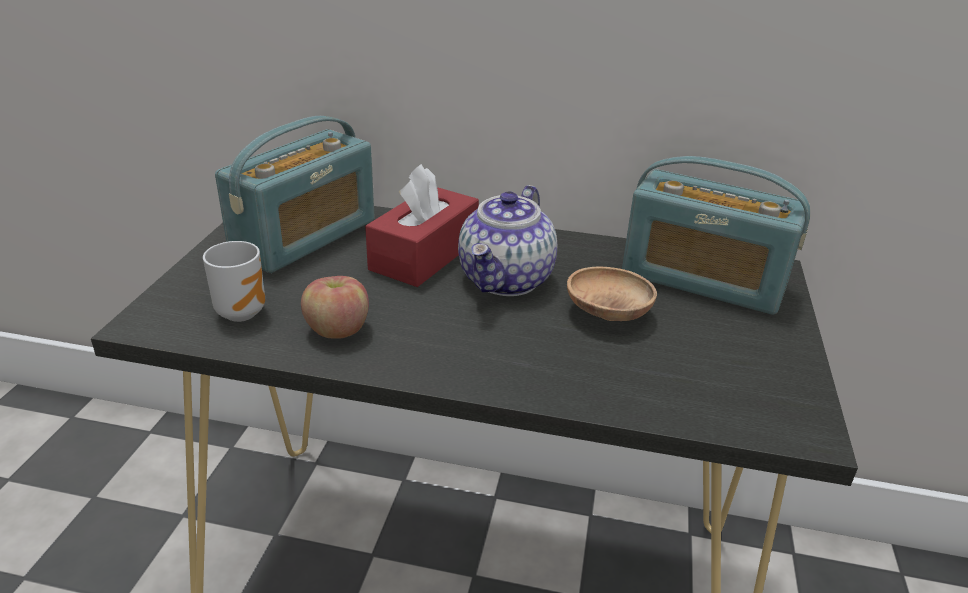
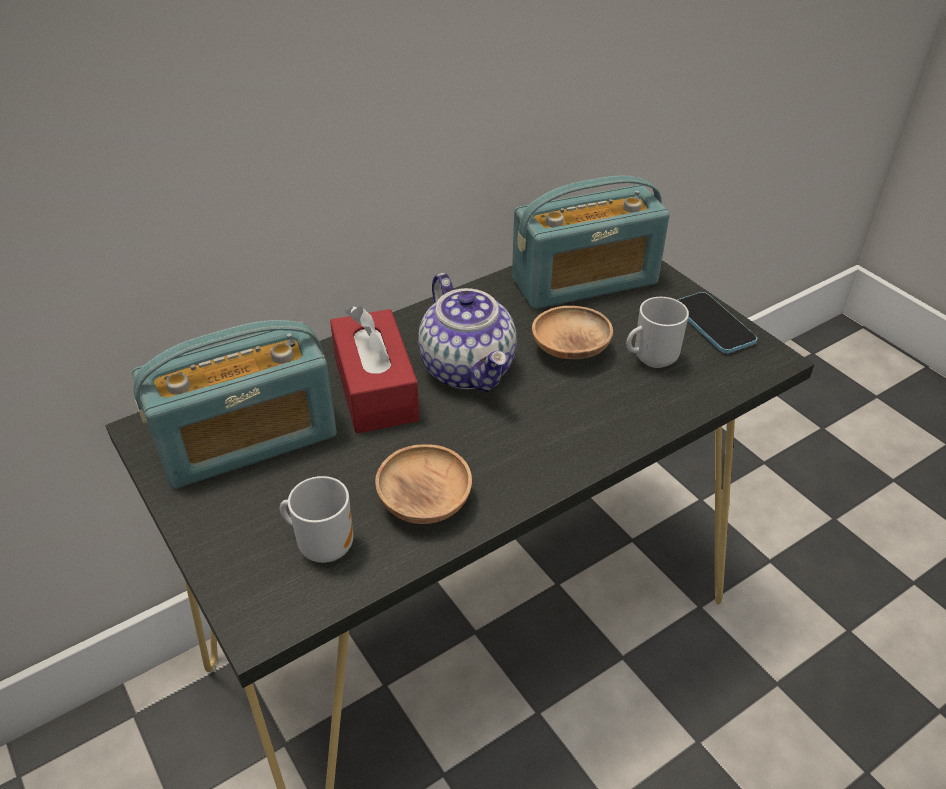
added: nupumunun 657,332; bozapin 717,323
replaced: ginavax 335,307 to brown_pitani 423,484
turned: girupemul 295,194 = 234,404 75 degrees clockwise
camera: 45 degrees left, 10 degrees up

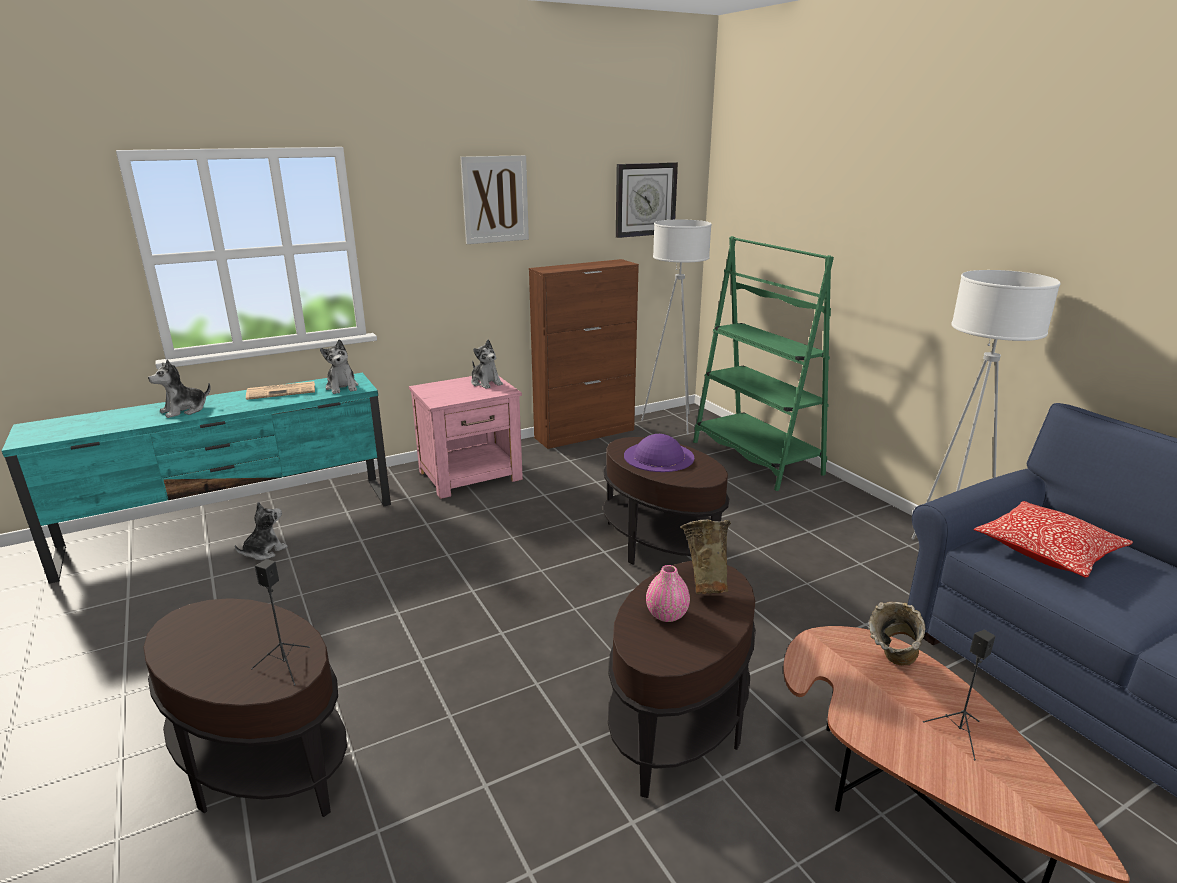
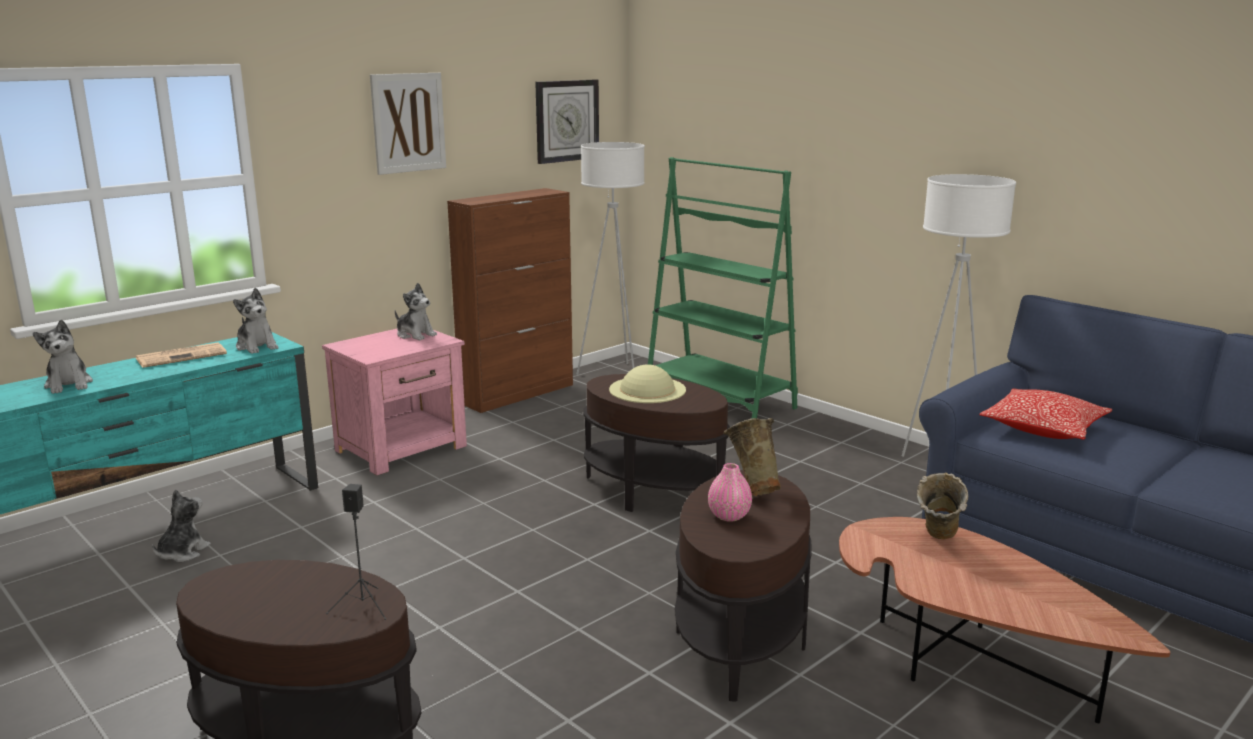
removed: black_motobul 959,695
recoloured: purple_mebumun 659,453 to beige_mebumun 647,384
turned: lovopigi 179,389 = 63,357 60 degrees counterclockwise
camera: 15 degrees left, 5 degrees down

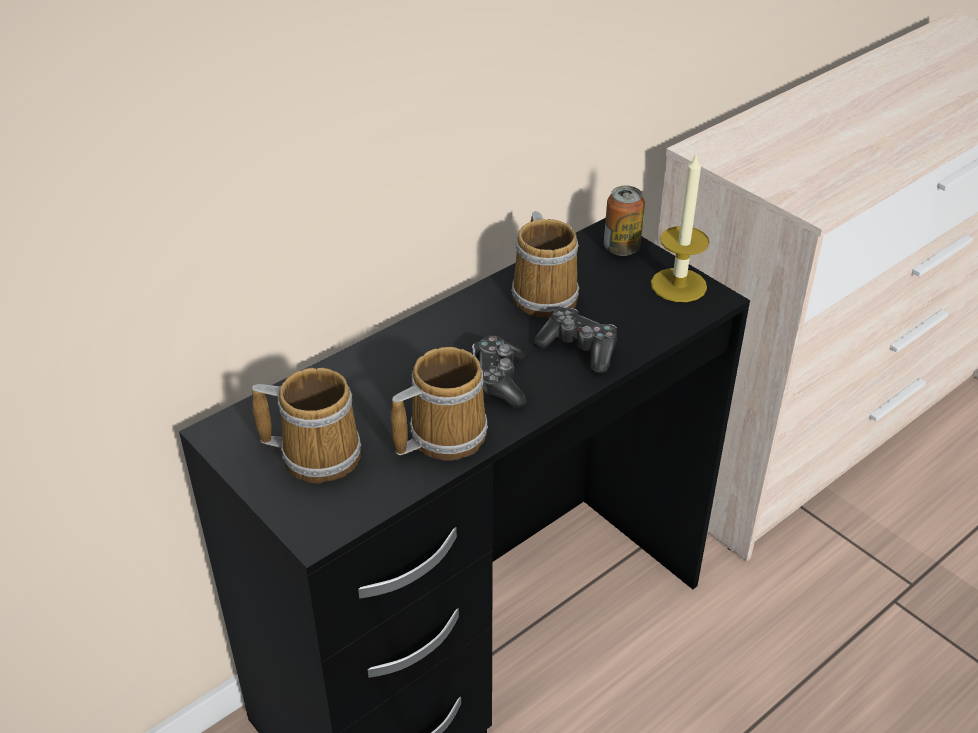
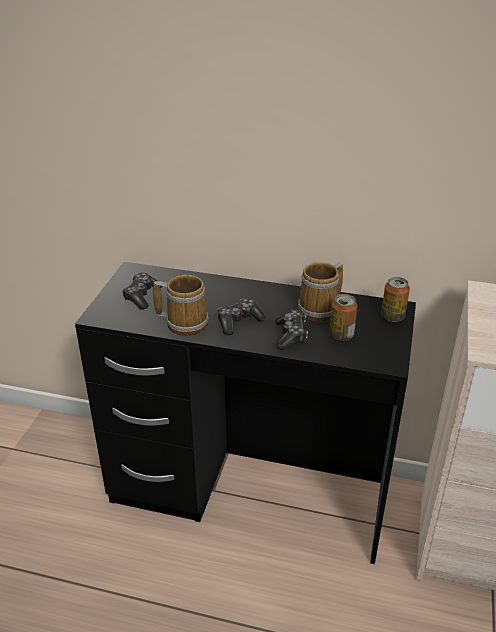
removed: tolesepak 680,227
added: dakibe 343,317
replaced: nupumunun 306,425 to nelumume 142,291
camera: 55 degrees right, 5 degrees down

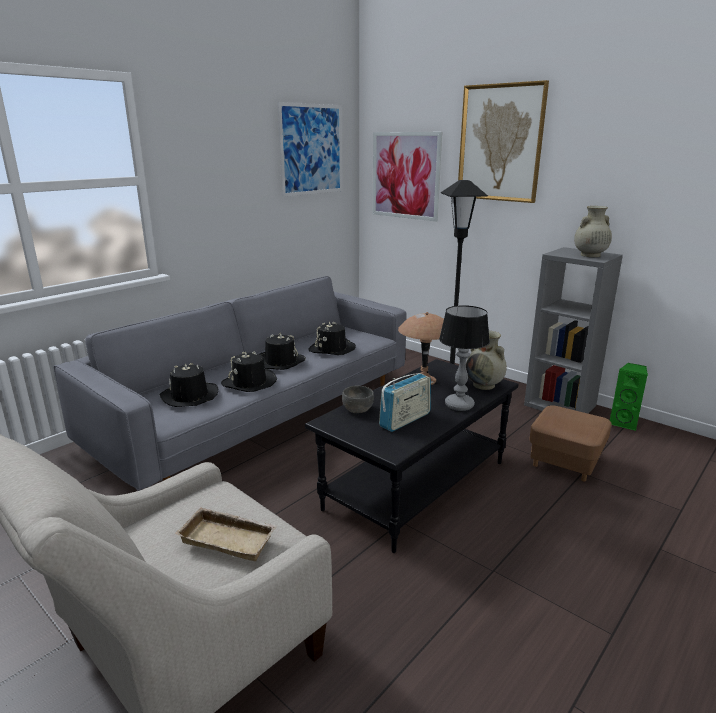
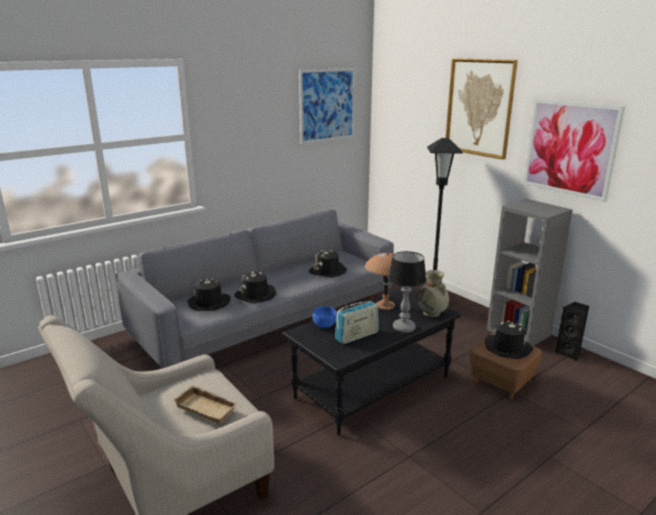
removed: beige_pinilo 593,231
moved: black_mebumun 283,351 to 509,339; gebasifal 407,176 to 574,150
recoloured: grey_pitani 358,399 to blue_pitani 325,317; green_motobul 629,397 to black_motobul 572,331
camera: 10 degrees right, 0 degrees up

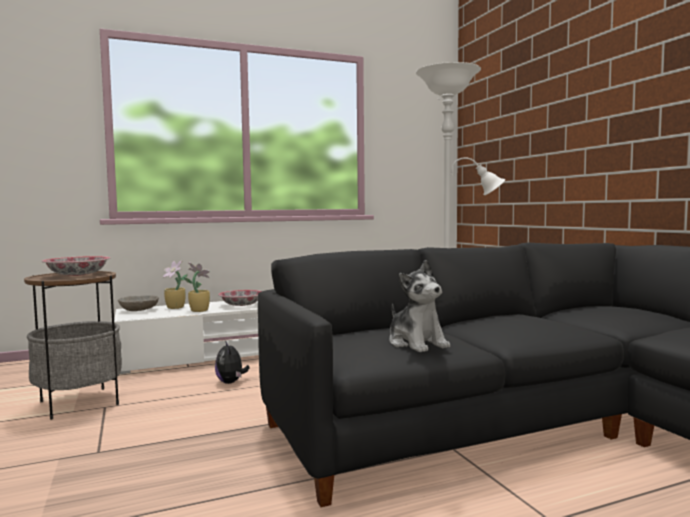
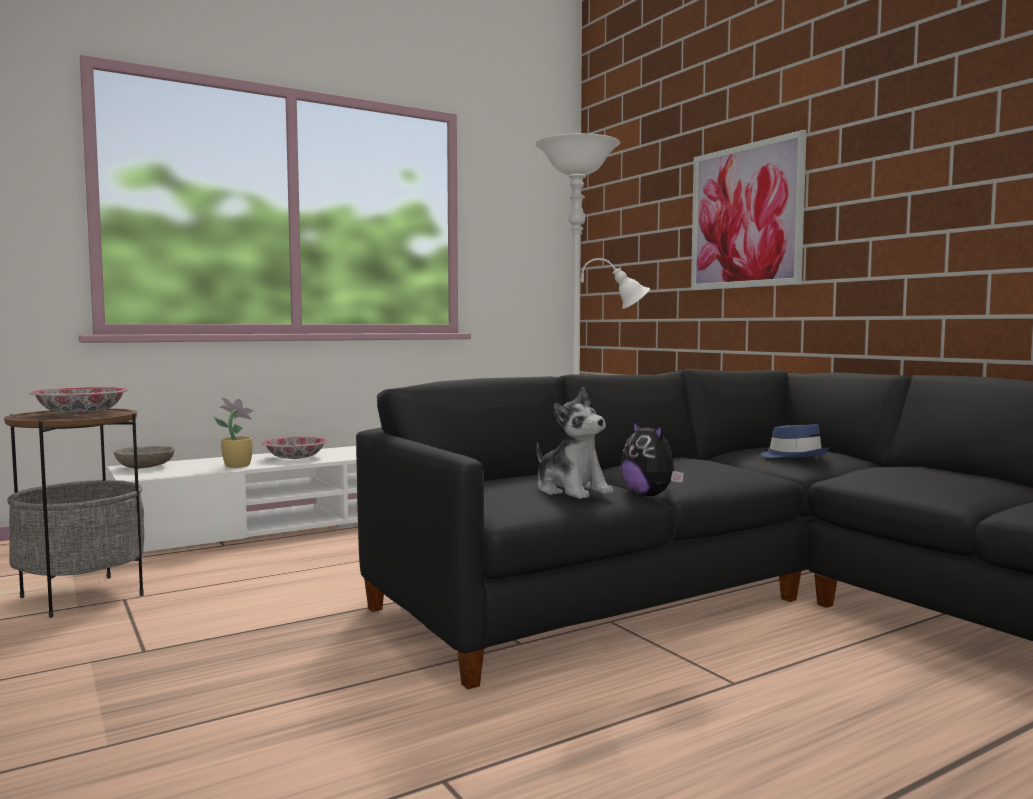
removed: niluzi 175,285
added: gebasifal 749,210; blue_mebumun 795,441
moved: lovopigi 232,362 to 652,458
camera: 10 degrees left, 0 degrees up

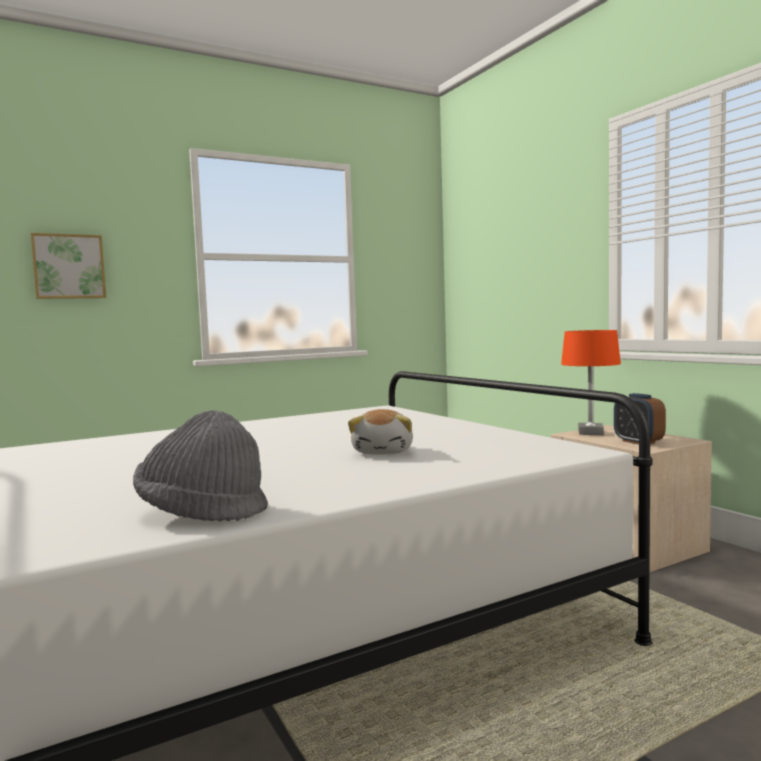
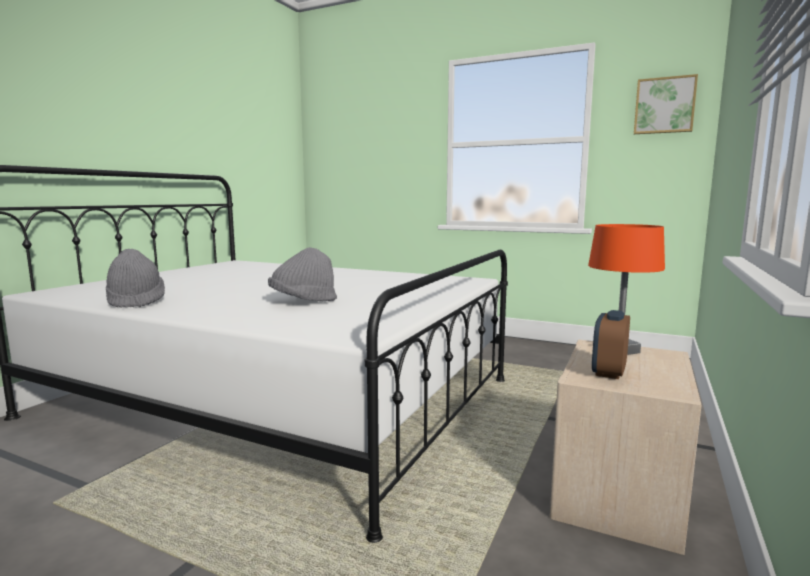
moved: gebasifal 68,266 to 666,104
replaced: lovopigi 380,432 to grey_mebumun 302,274
camera: 55 degrees right, 5 degrees up

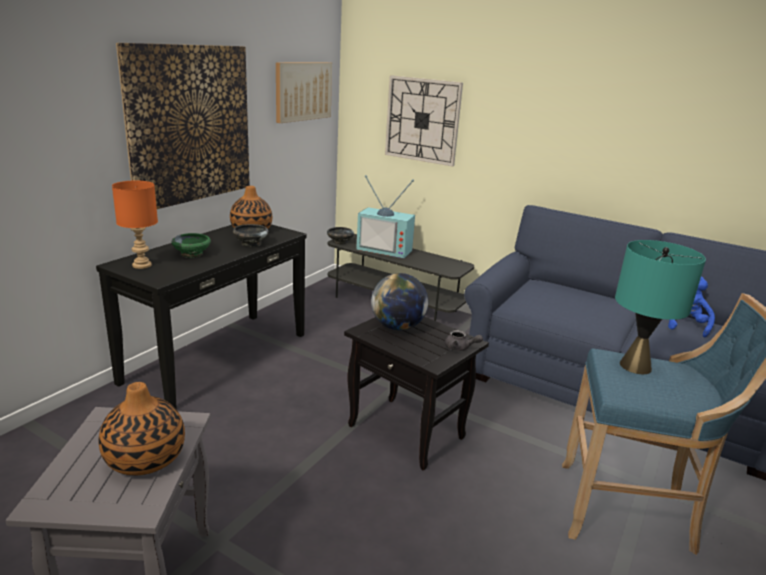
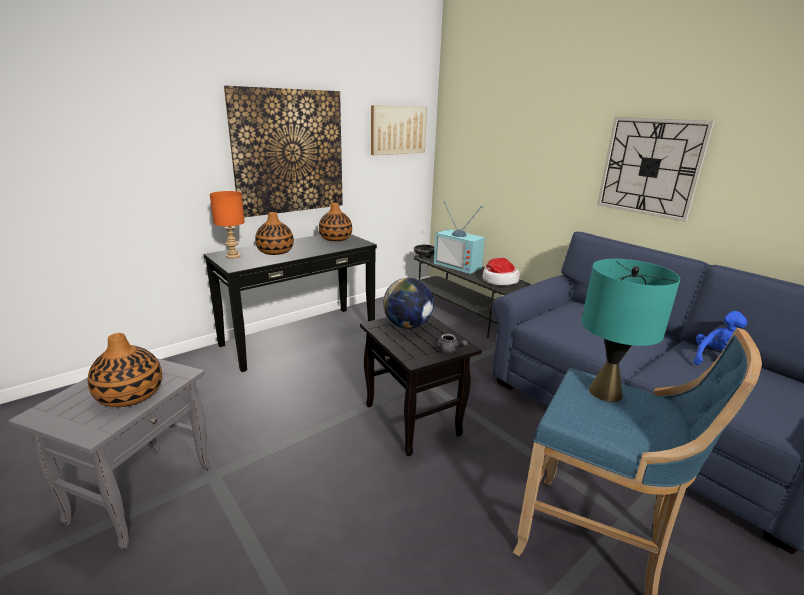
removed: black_pitani 251,235
added: mebumun 501,271
moved: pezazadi 424,121 to 656,169
replaced: green_pitani 191,245 to pinilo 274,233
camera: 20 degrees right, 0 degrees up

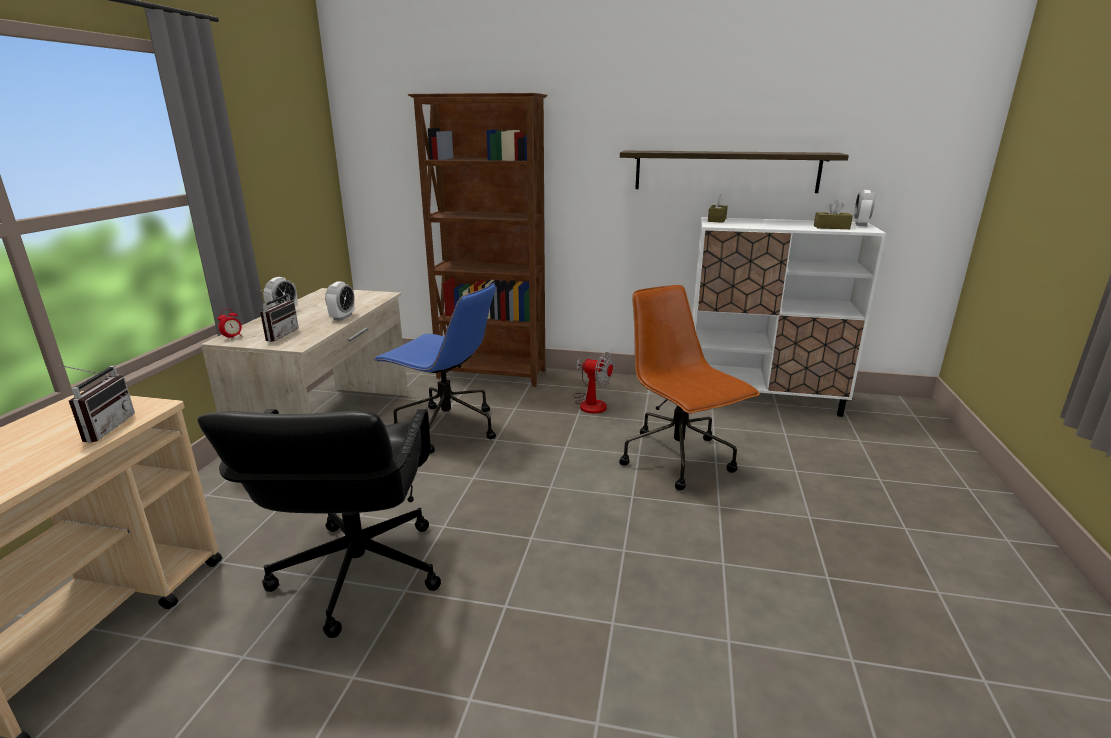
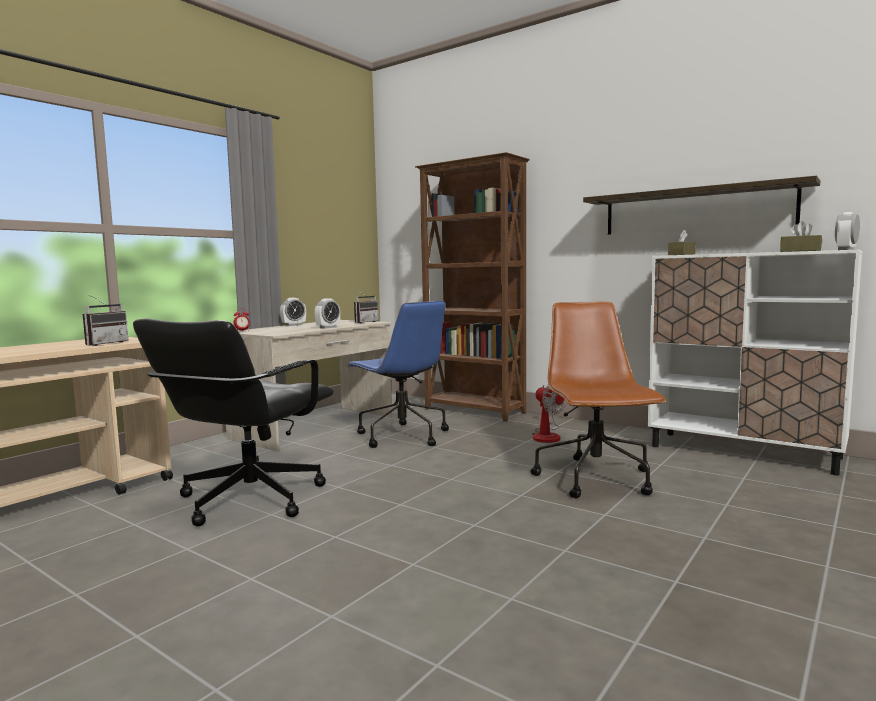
moved: girupemul 278,315 to 366,306
camera: 25 degrees right, 15 degrees down

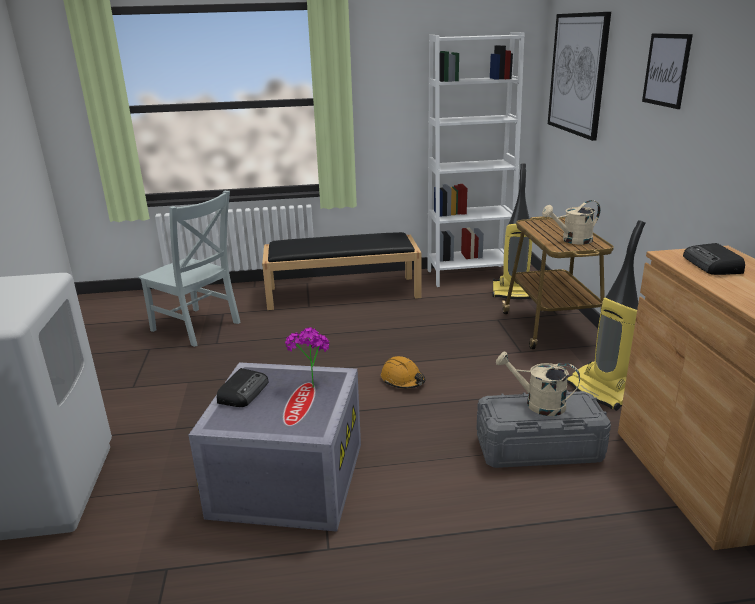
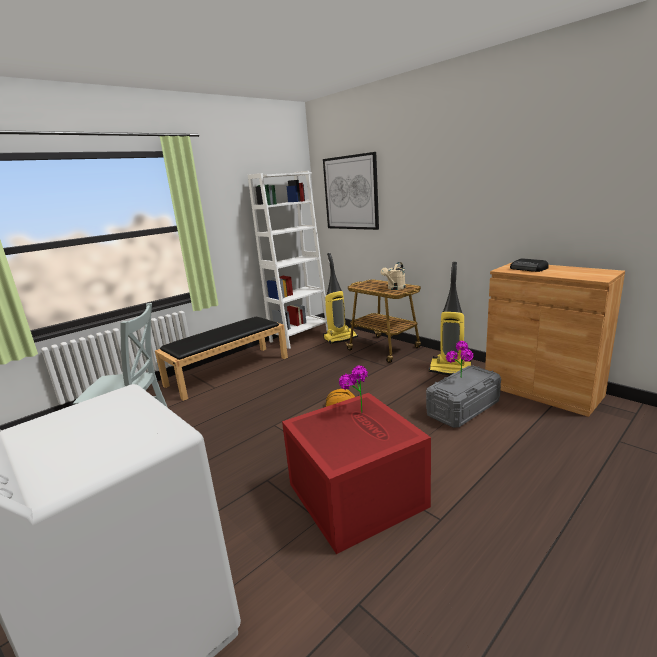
removed: girupemul 243,387; gebasifal 667,71
replaced: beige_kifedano 538,383 to niluzi 460,358
recoloured: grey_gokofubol 275,447 to red_gokofubol 356,473
camera: 35 degrees left, 5 degrees down

